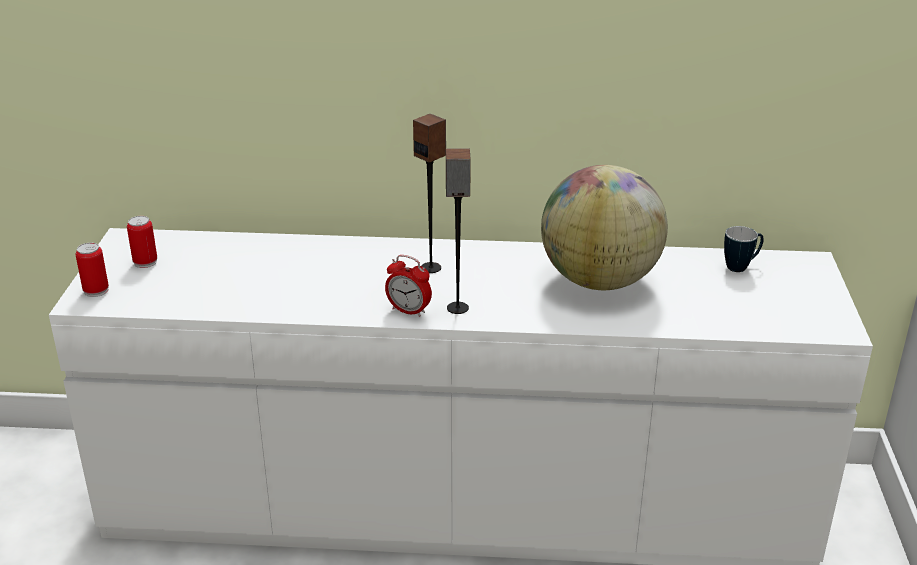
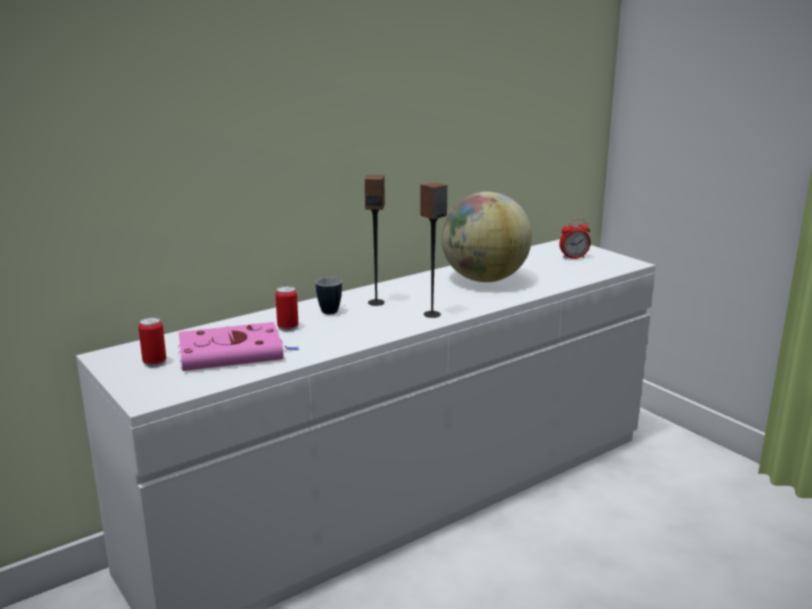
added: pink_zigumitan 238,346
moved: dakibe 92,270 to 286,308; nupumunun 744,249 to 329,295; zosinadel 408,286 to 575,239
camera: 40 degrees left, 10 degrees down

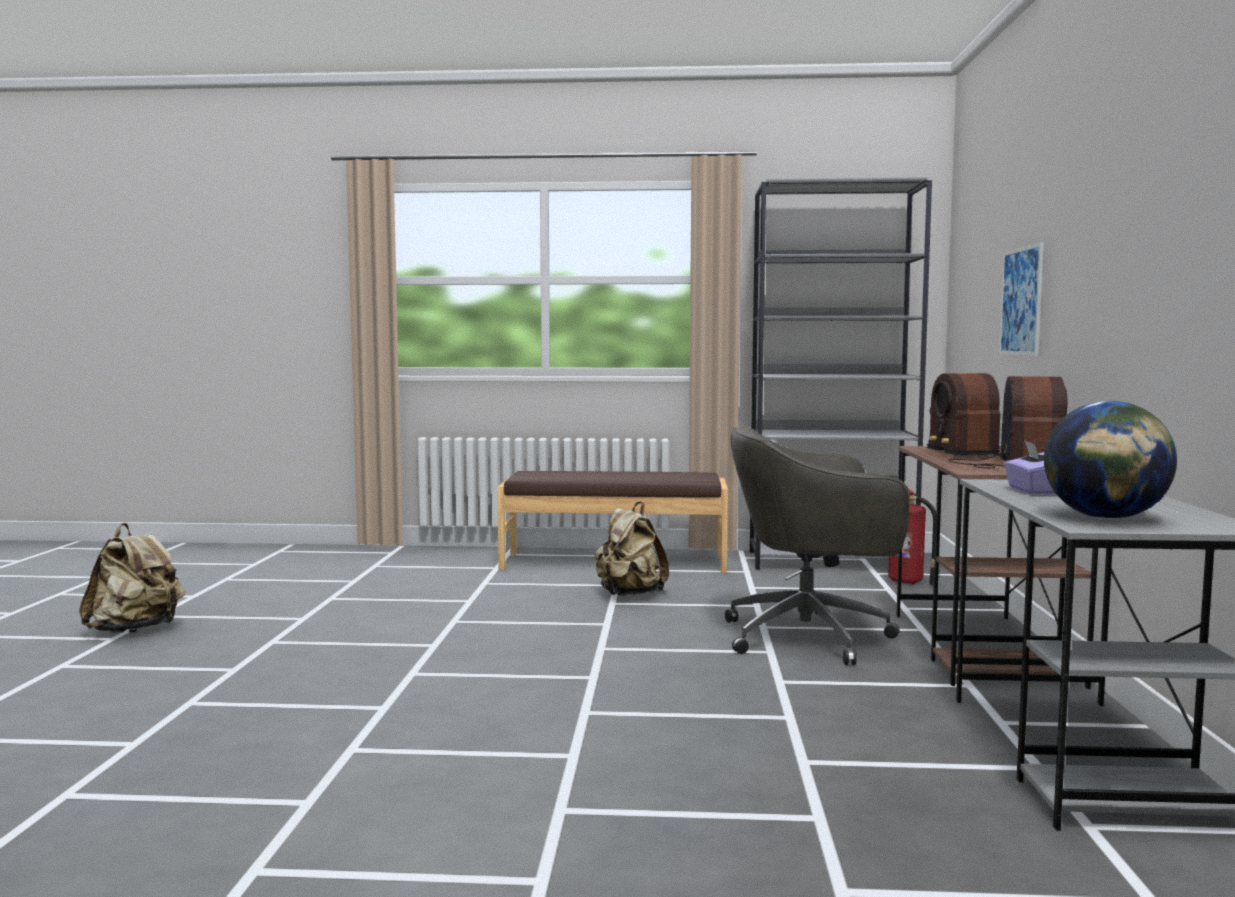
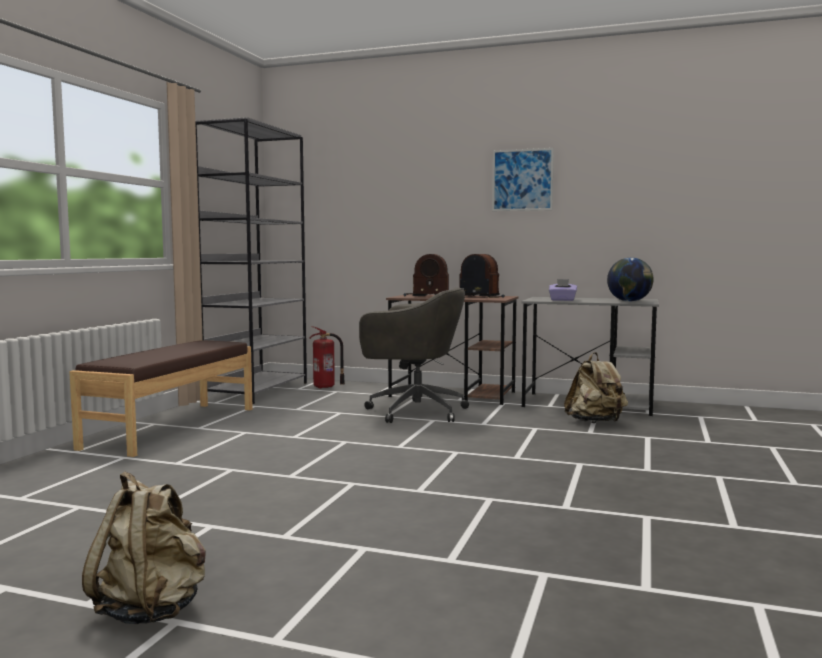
moved: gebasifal 1021,299 to 523,179; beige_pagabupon 632,549 to 596,387
turned: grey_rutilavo 817,546 = 414,355 90 degrees counterclockwise
camera: 75 degrees left, 0 degrees up

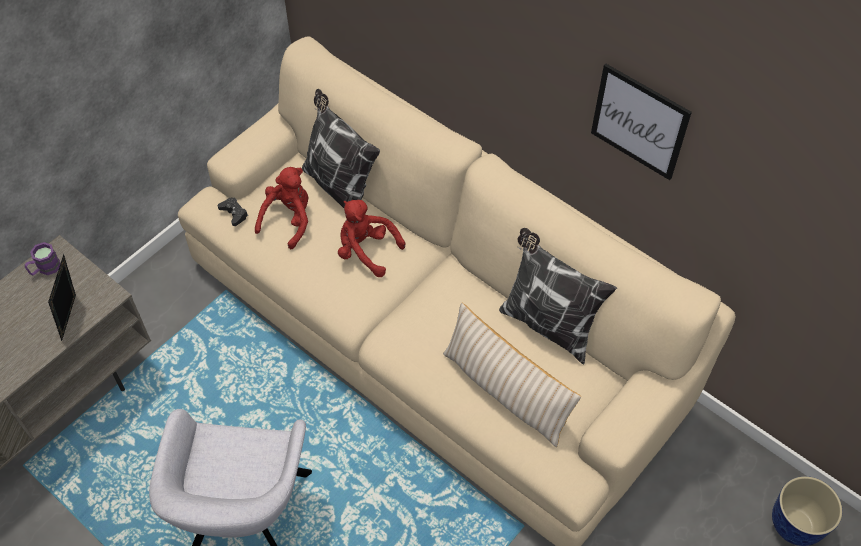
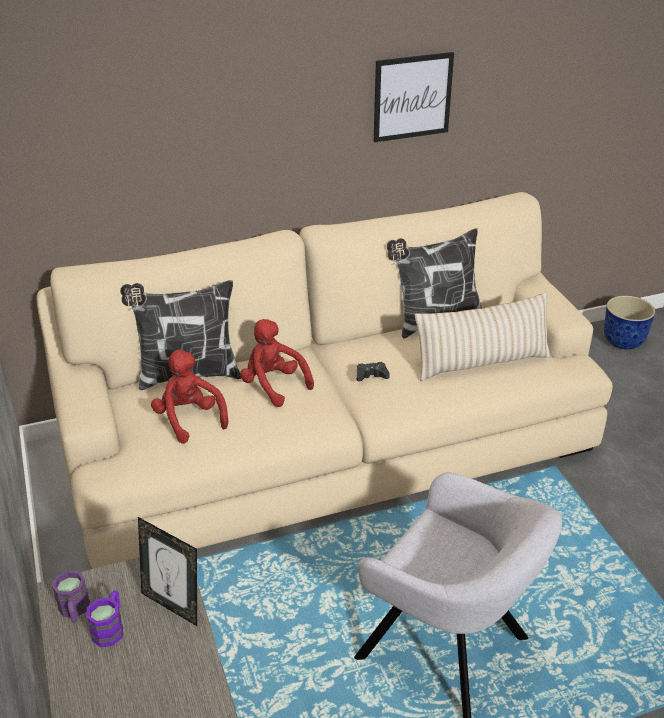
added: purple_nupumunun 104,618
moved: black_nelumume 233,211 to 373,371
turned: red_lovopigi 371,238 = 277,363 75 degrees clockwise
camera: 60 degrees left, 20 degrees down

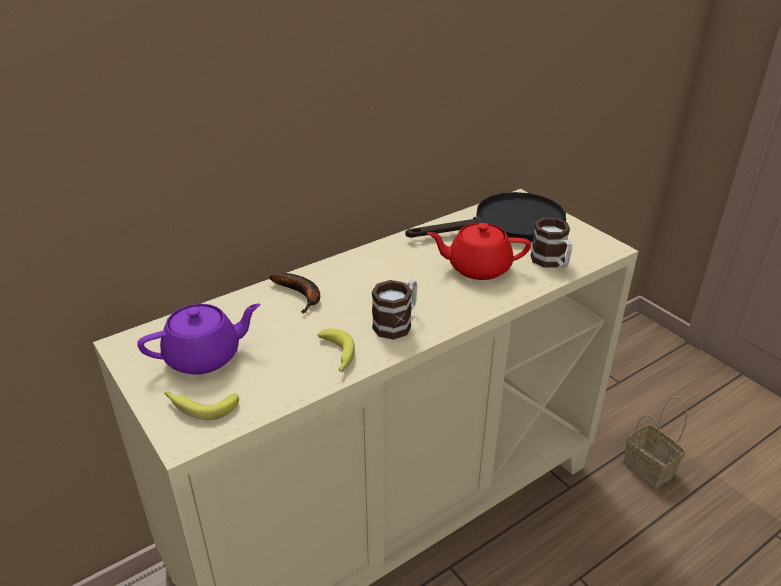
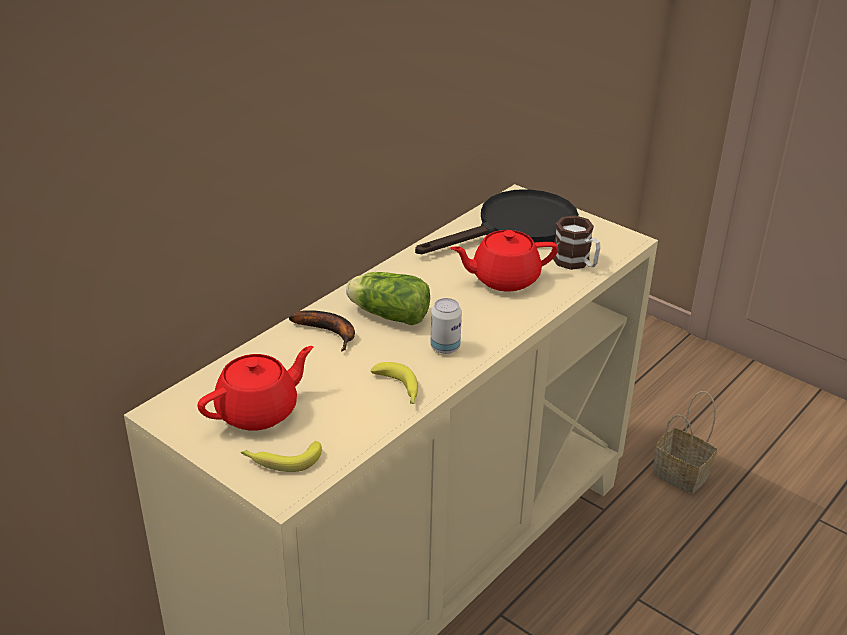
added: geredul 388,298
replaced: nupumunun 395,310 to dakibe 446,326
recoloured: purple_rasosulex 199,339 to red_rasosulex 255,388
camera: 15 degrees left, 0 degrees up

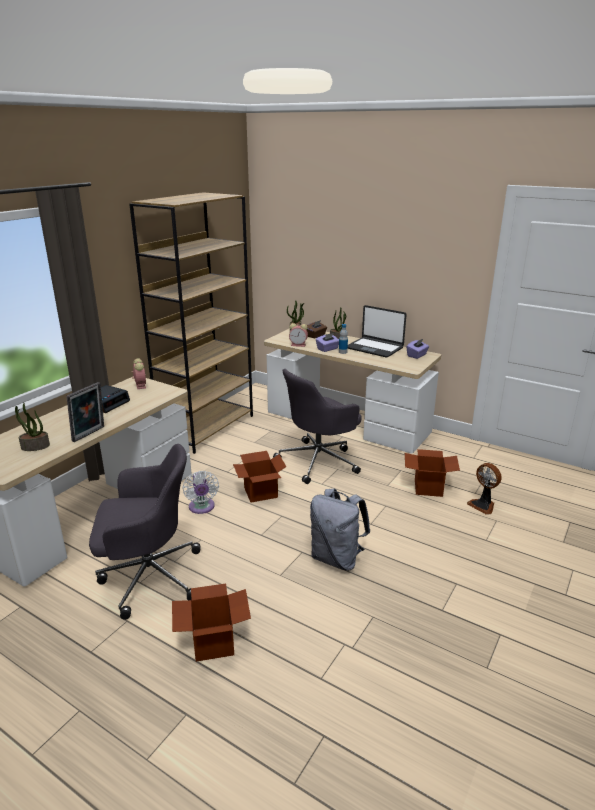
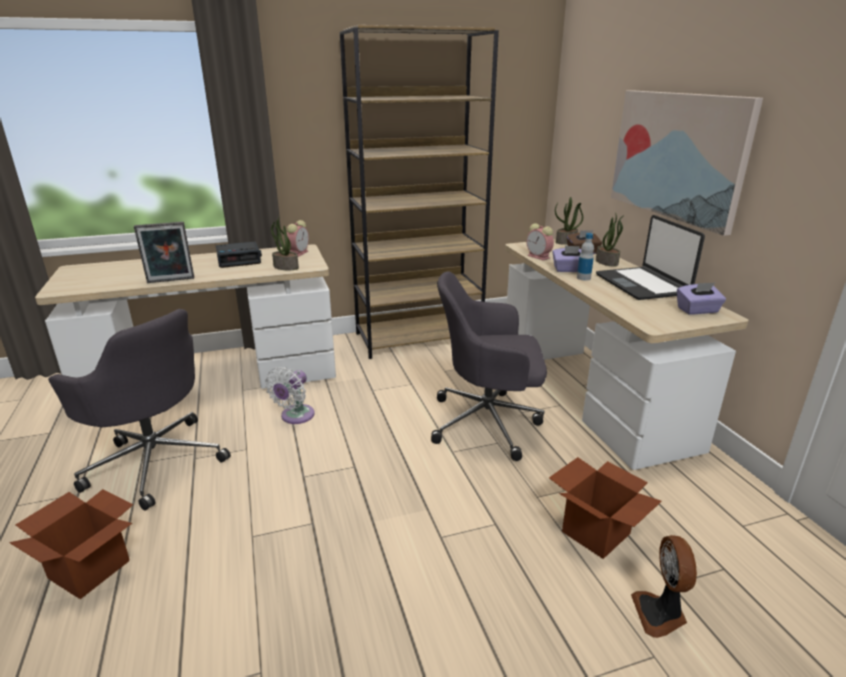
removed: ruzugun 259,477; grey_pagabupon 340,529
added: gebasifal 687,163
moved: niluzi 32,427 to 285,243
camera: 40 degrees right, 0 degrees up

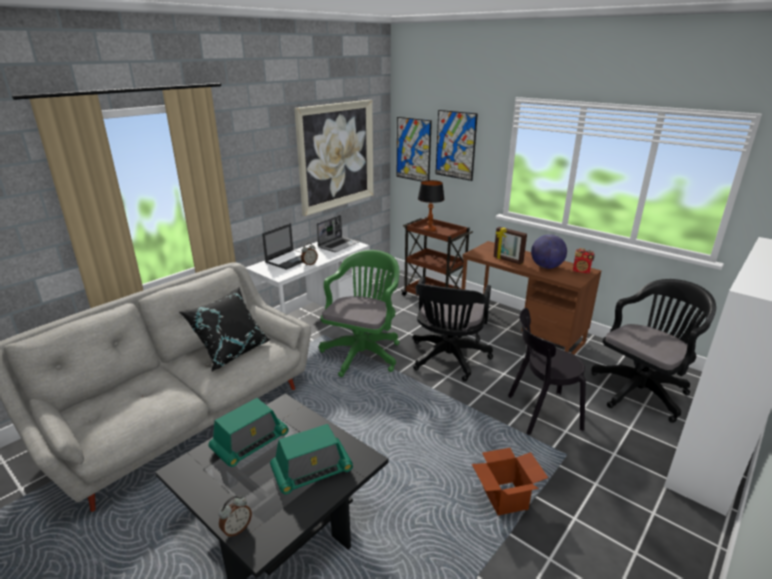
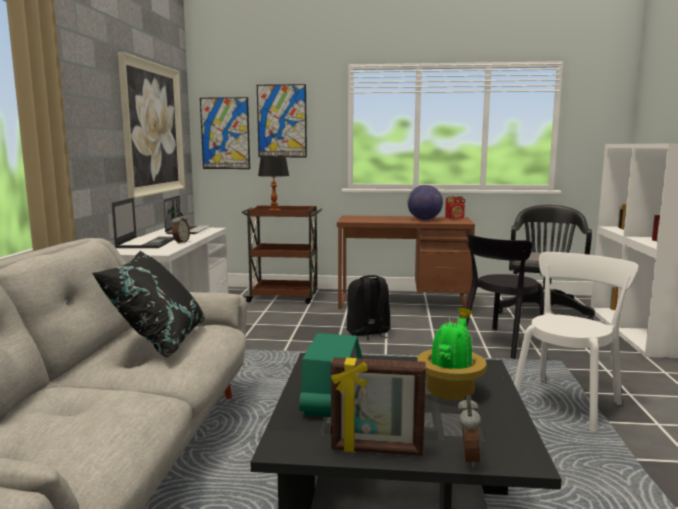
removed: green_rutilavo 359,313
moved: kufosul 510,246 to 378,406
replaced: black_rutilavo 452,329 to black_pagabupon 369,307; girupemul 311,459 to niluzi 452,354; ruzugun 510,482 to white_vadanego 576,341
camera: 35 degrees left, 15 degrees down

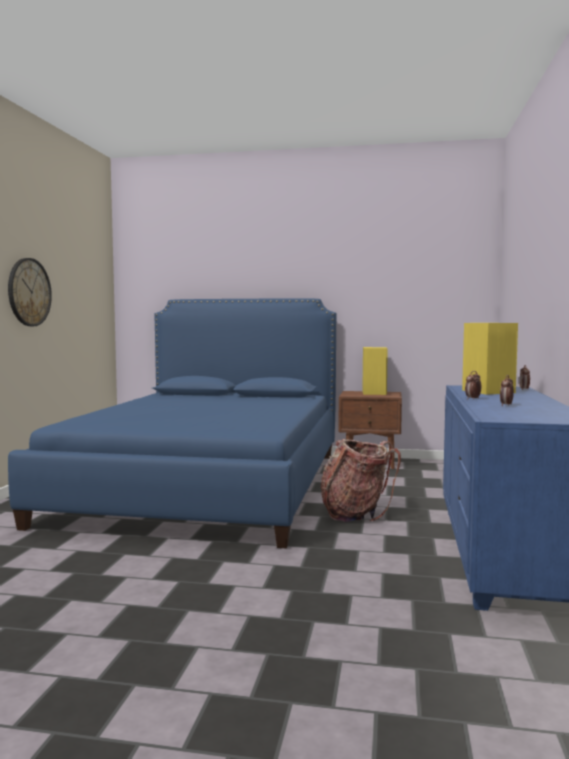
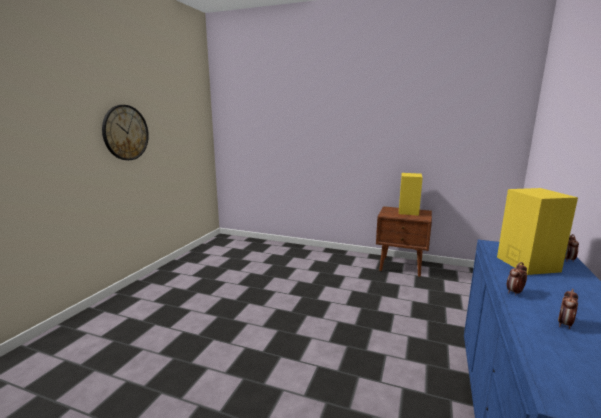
removed: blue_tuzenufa 172,423; pagabupon 361,480
camera: 10 degrees right, 10 degrees up

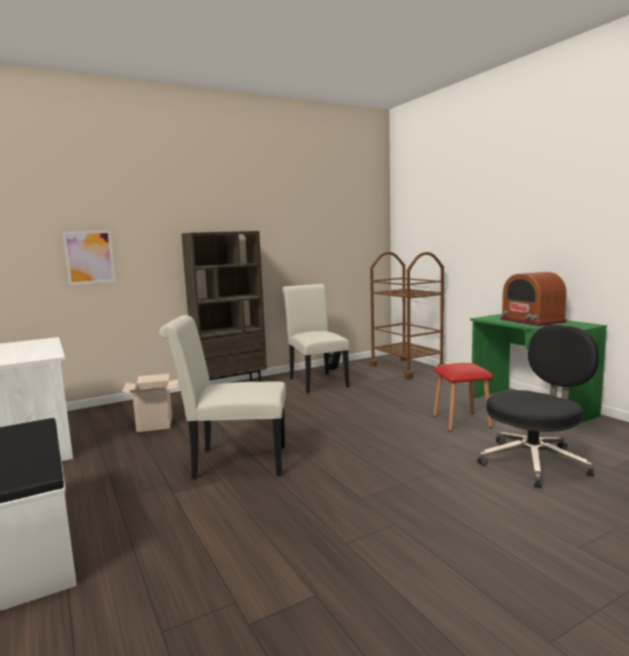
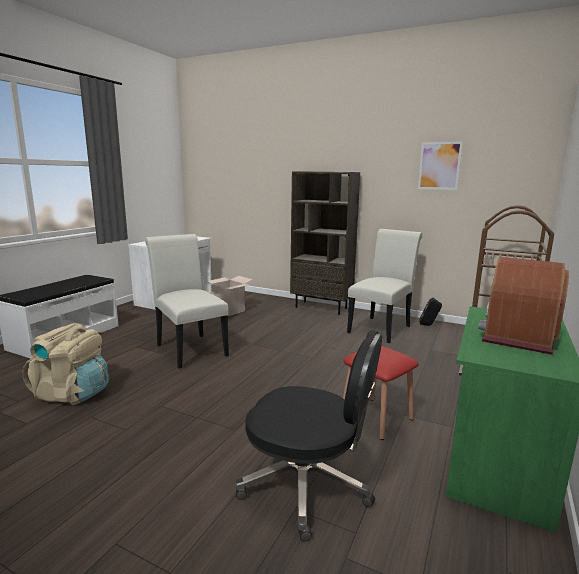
added: beige_pagabupon 65,364
moved: gebasifal 89,258 to 440,166
camera: 55 degrees right, 5 degrees up

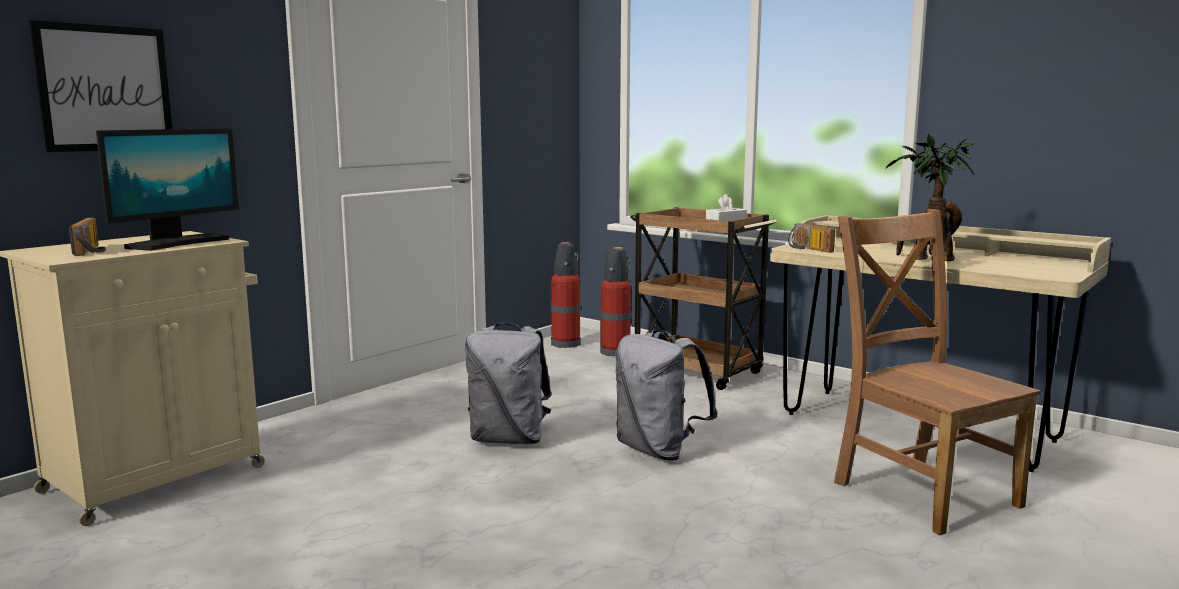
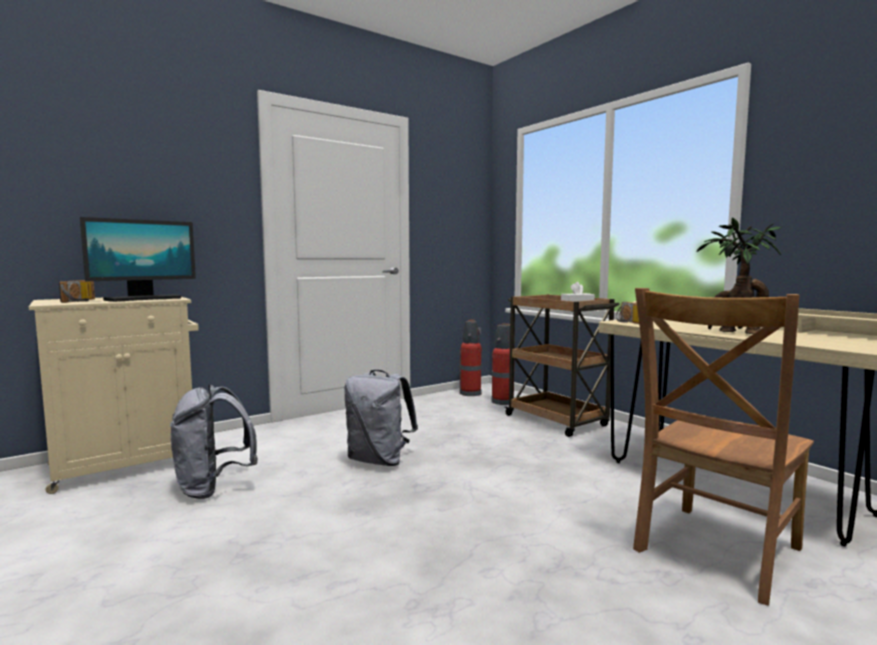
removed: gebasifal 100,86
moved: grey_pagabupon 666,395 to 214,442
turned: brown_vadanego 937,372 = 723,447 120 degrees counterclockwise
camera: 15 degrees right, 5 degrees down

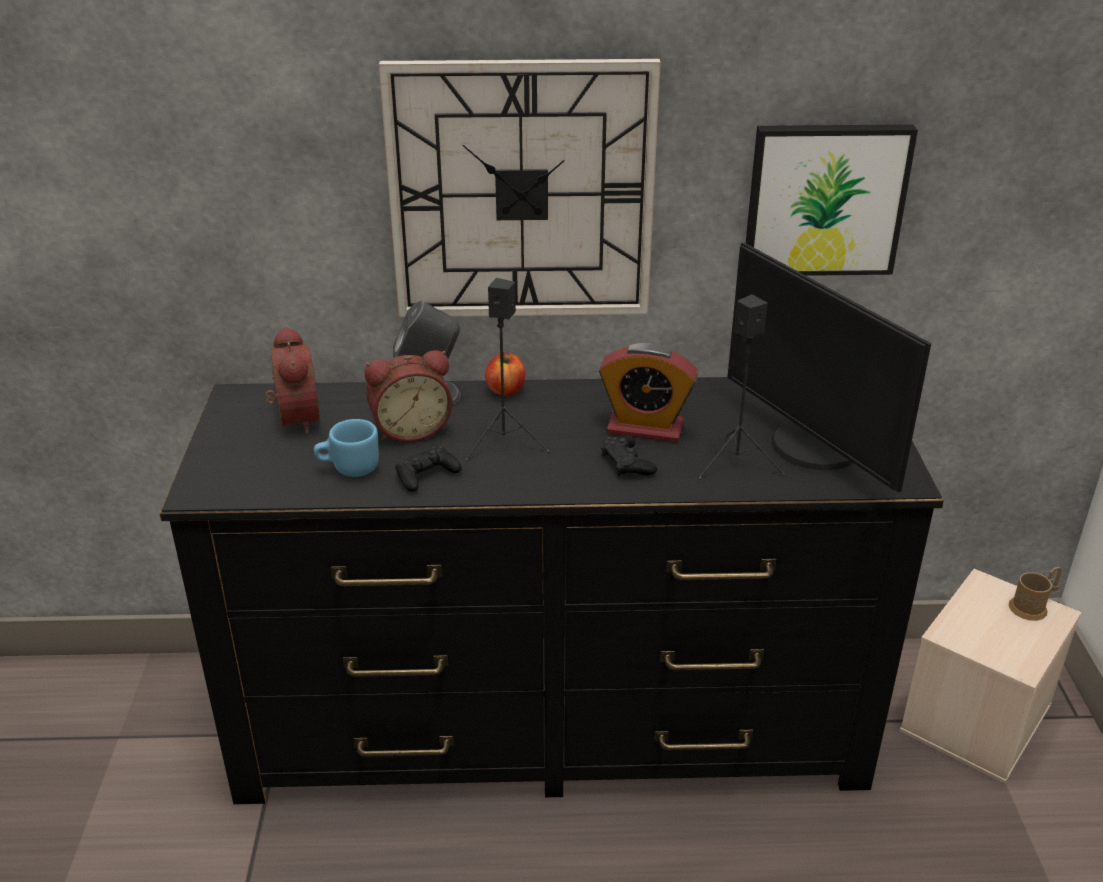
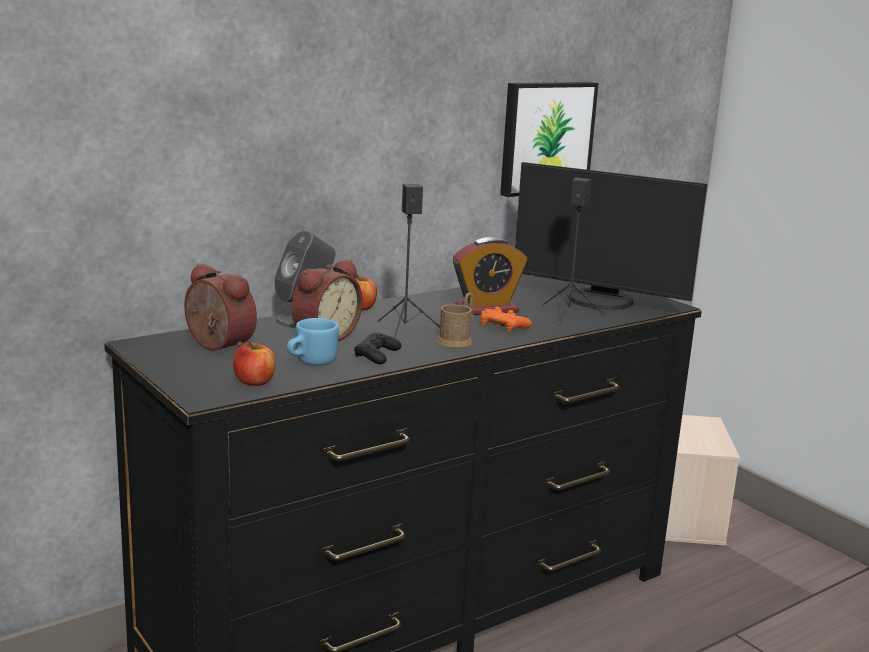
removed: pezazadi 520,188
added: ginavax 254,363
moved: brown_nupumunun 1035,594 to 455,319
recoloured: black_nelumume 629,455 to orange_nelumume 506,319
camera: 35 degrees left, 15 degrees down

